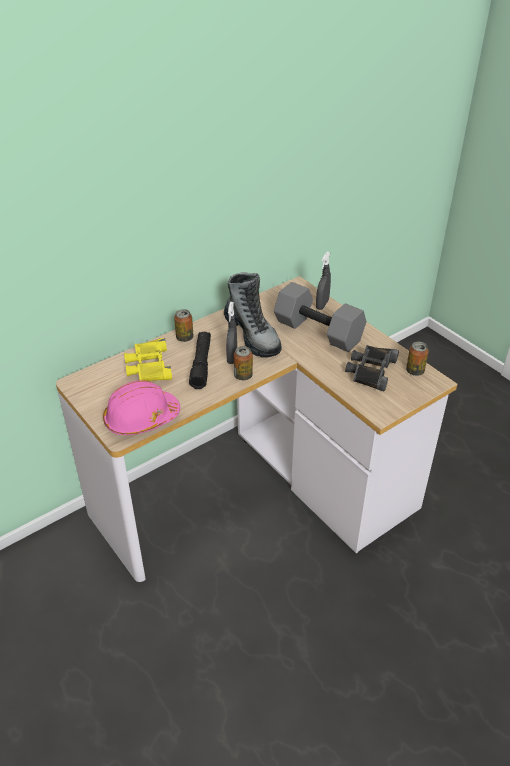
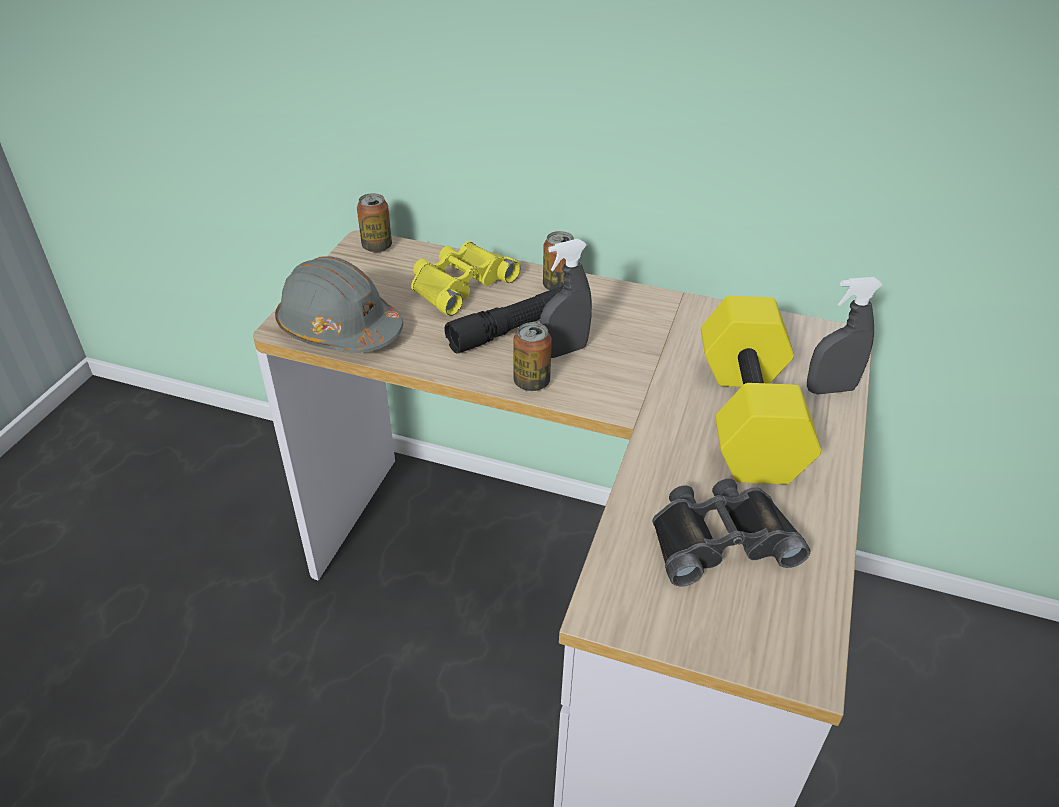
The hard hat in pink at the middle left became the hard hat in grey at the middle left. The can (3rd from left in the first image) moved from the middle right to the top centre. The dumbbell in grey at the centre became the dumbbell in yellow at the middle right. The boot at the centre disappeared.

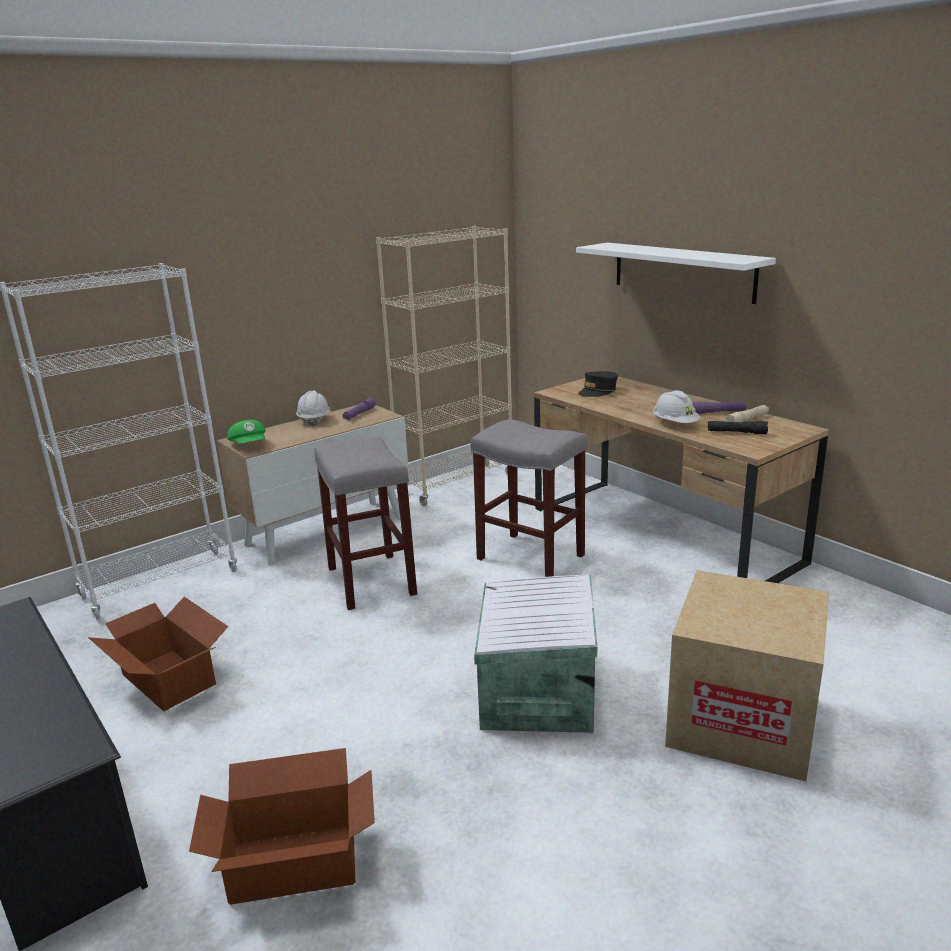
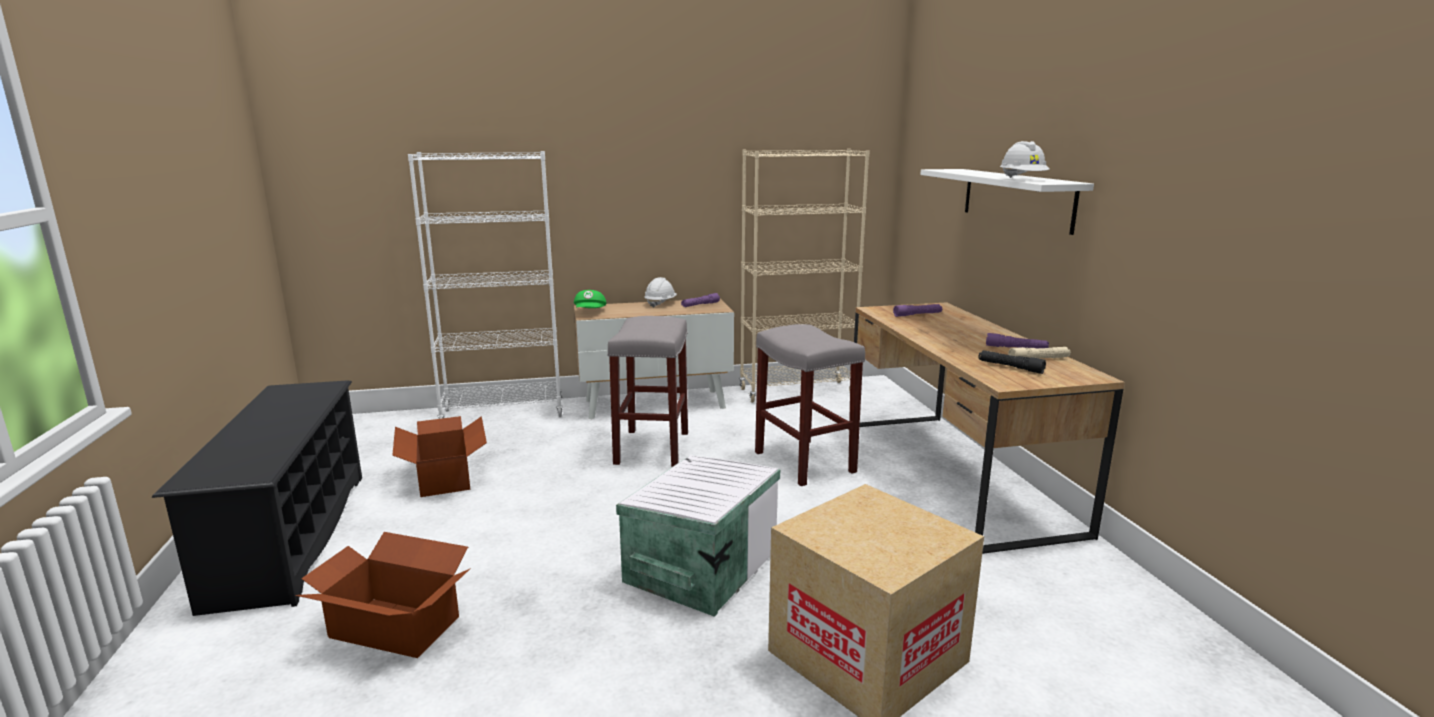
The cap in black at the centre was replaced by the flashlight in purple (2nd from left) at the centre. The hard hat in white (2nd from left) moved from the middle right to the top right.

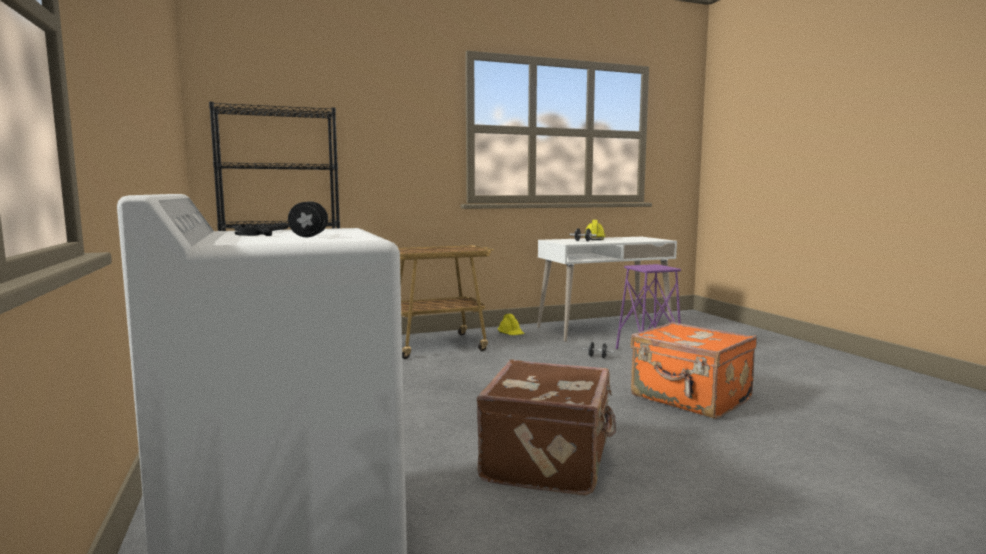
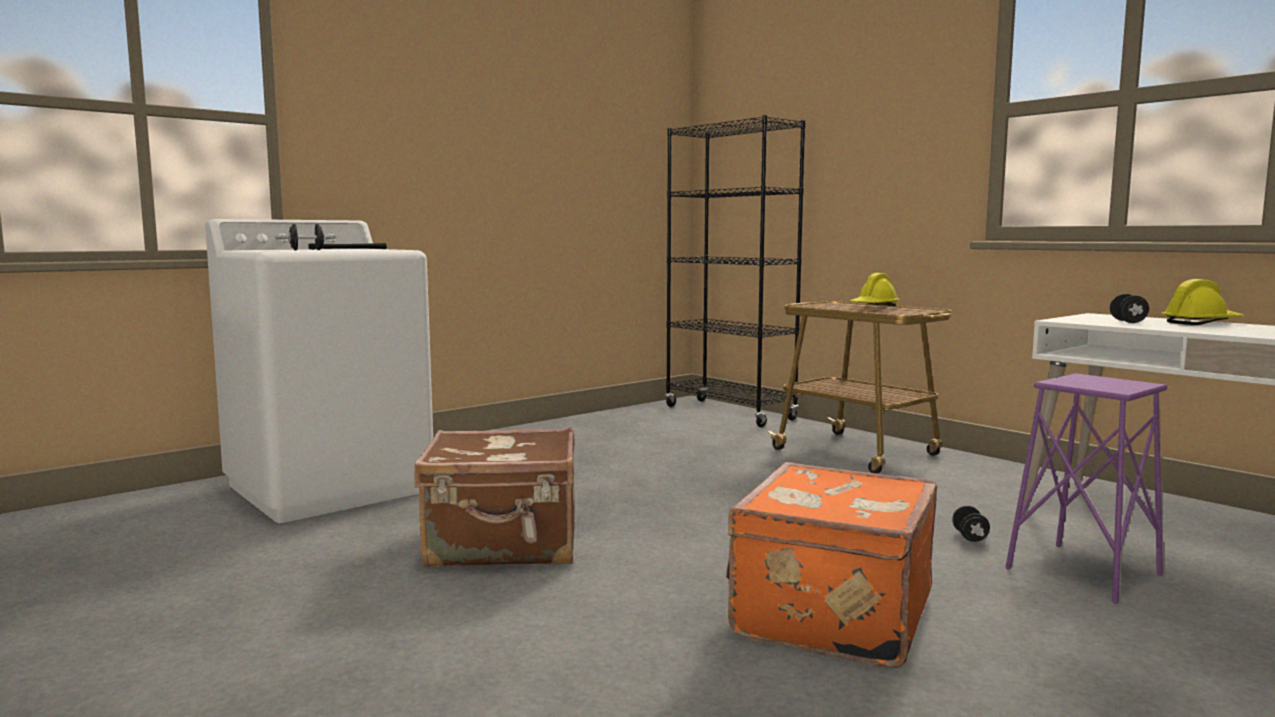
The hard hat in yellow (1st from left) moved from the centre to the middle right.

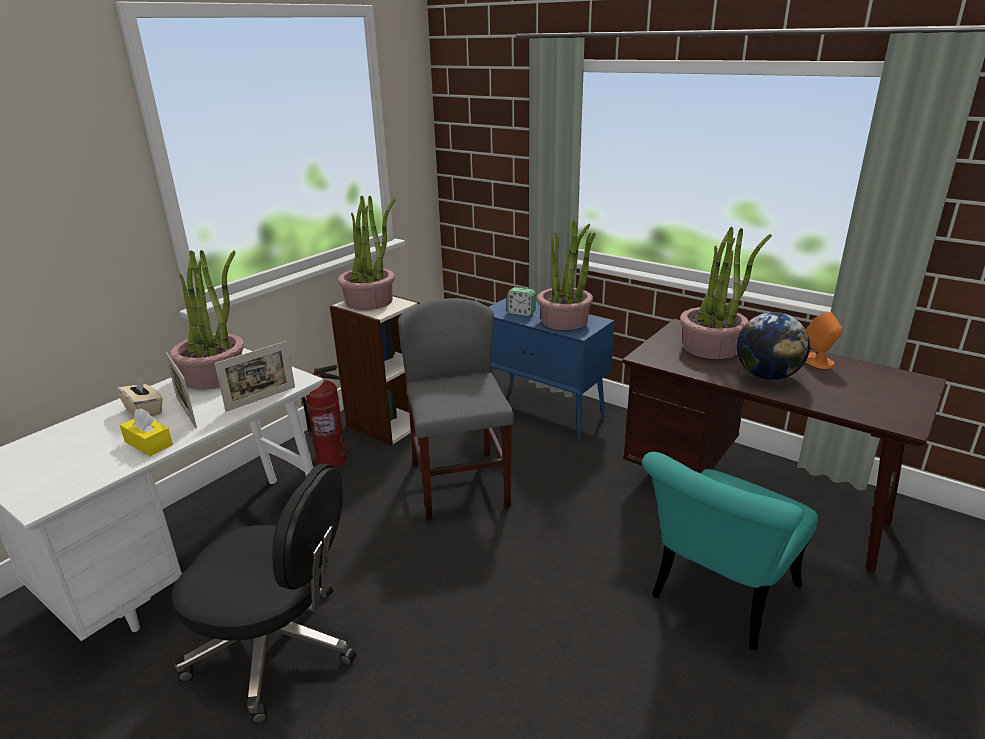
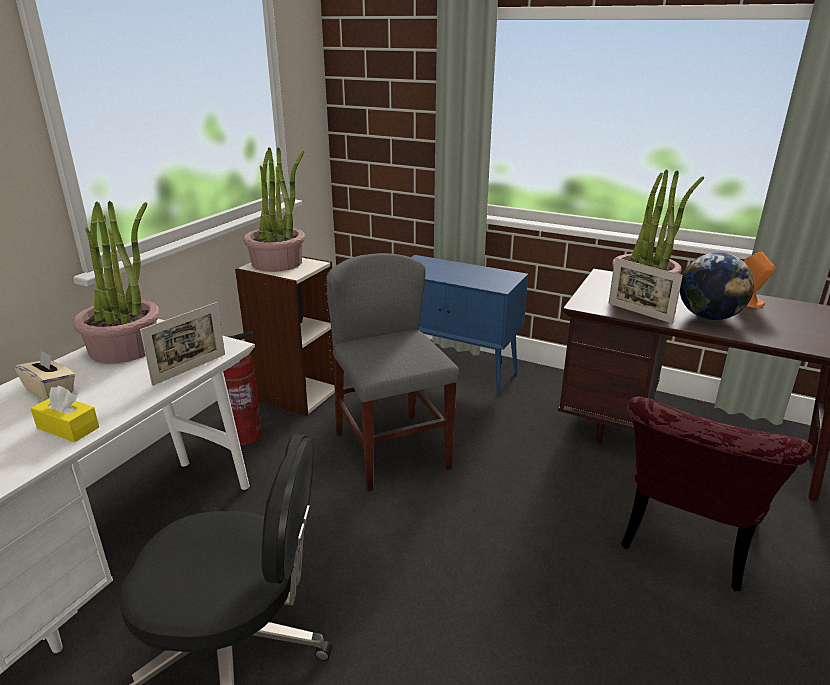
The picture frame (1st from left in the first image) moved from the middle left to the middle right. The chair in turquoise at the bottom right became the chair in red at the bottom right. The alarm clock at the centre disappeared. The potted plant (3rd from left) at the centre disappeared.

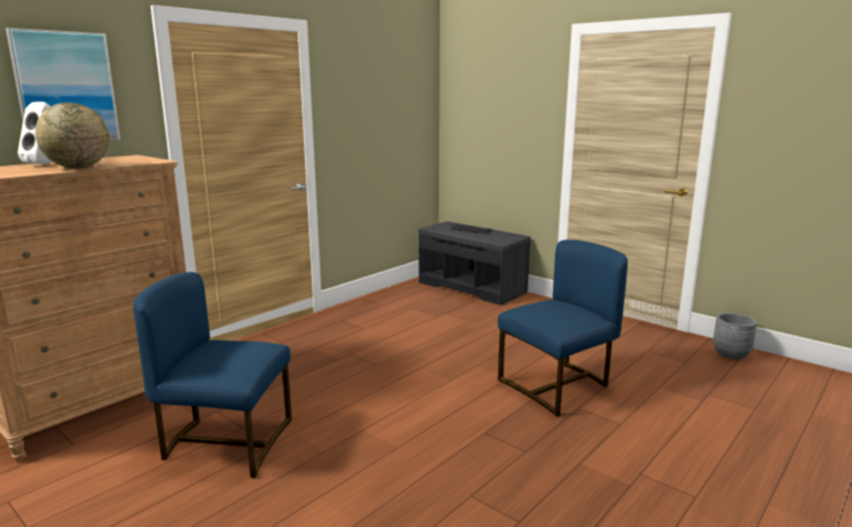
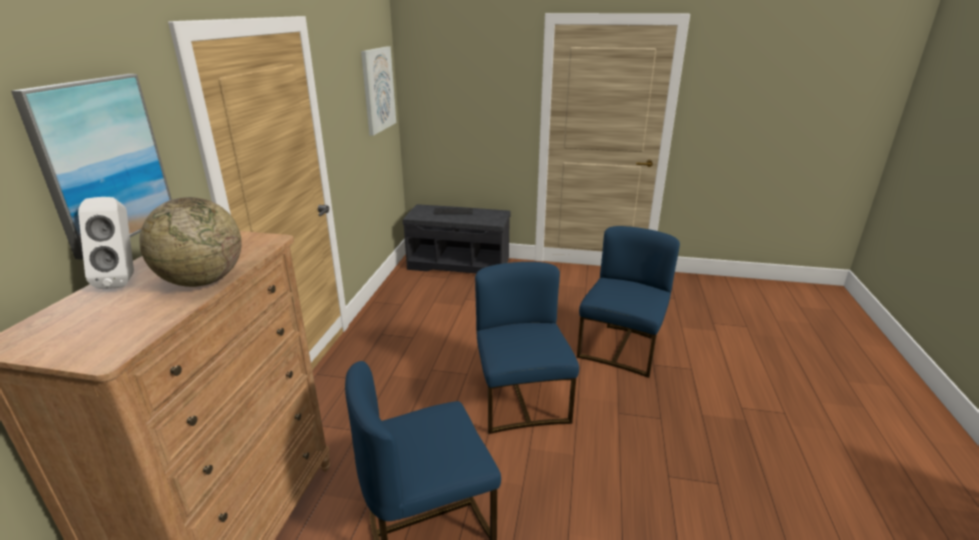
The picture (2nd from left) at the top centre appeared. The chair in blue (2nd from left) at the centre appeared. The planter in grey at the middle right disappeared.

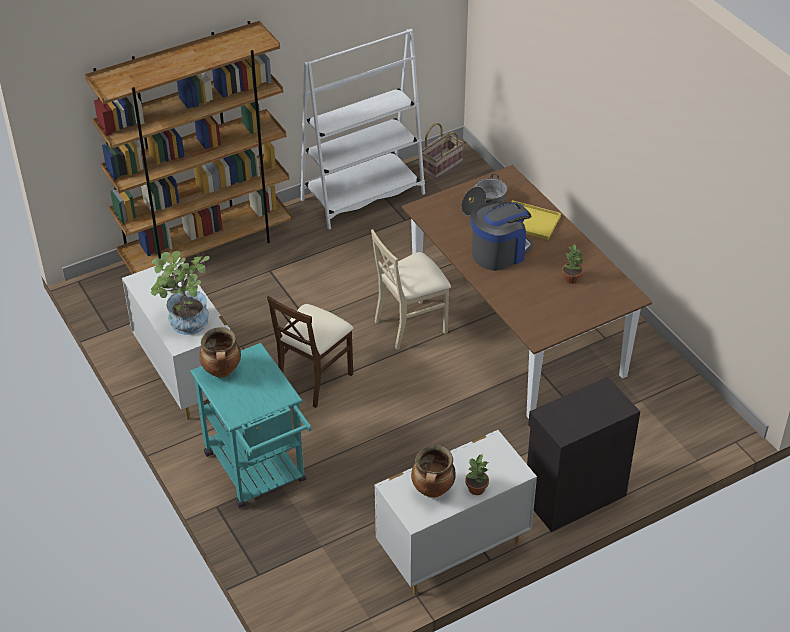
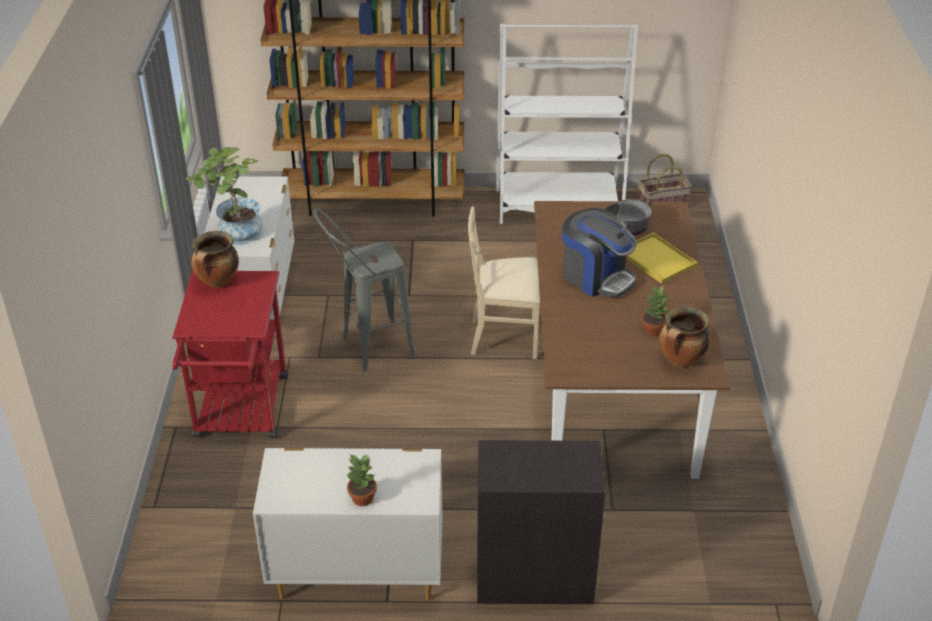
The cart in turquoise at the bottom left became the cart in red at the middle left. The chair in beige (1st from left) at the centre was replaced by the stool in grey at the centre. The coffee machine at the centre turned 45 degrees clockwise. The cooking pot (2nd from left in the first image) moved from the bottom centre to the middle right.

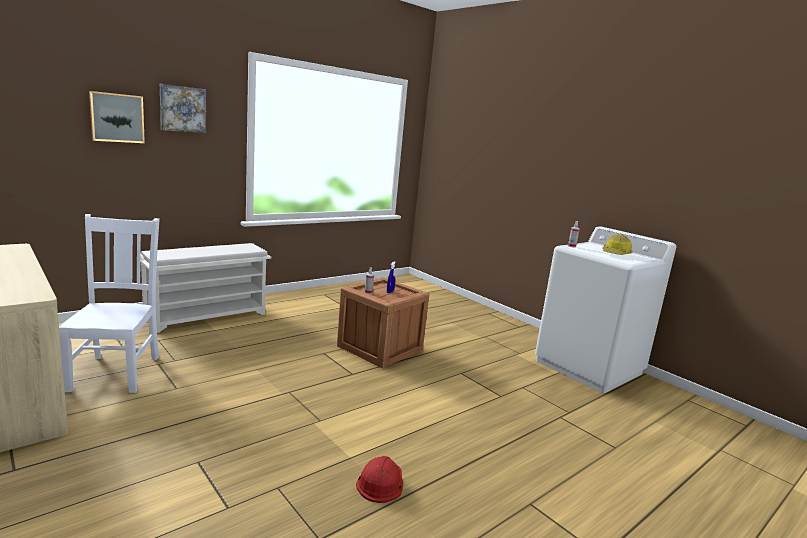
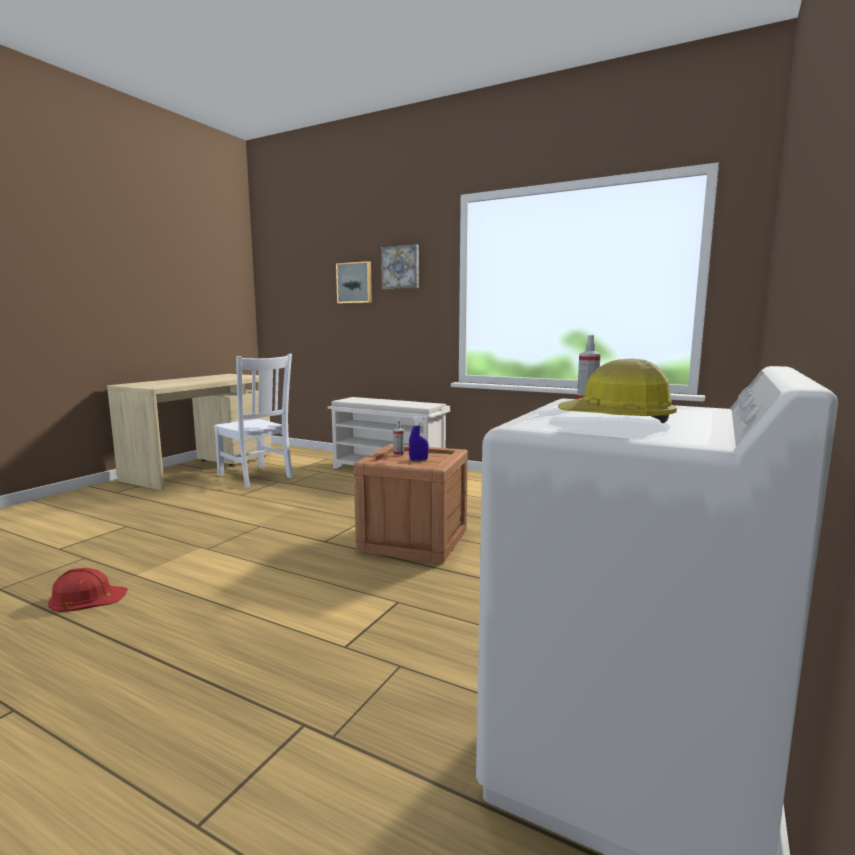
The chair in white at the middle left turned 75 degrees clockwise.

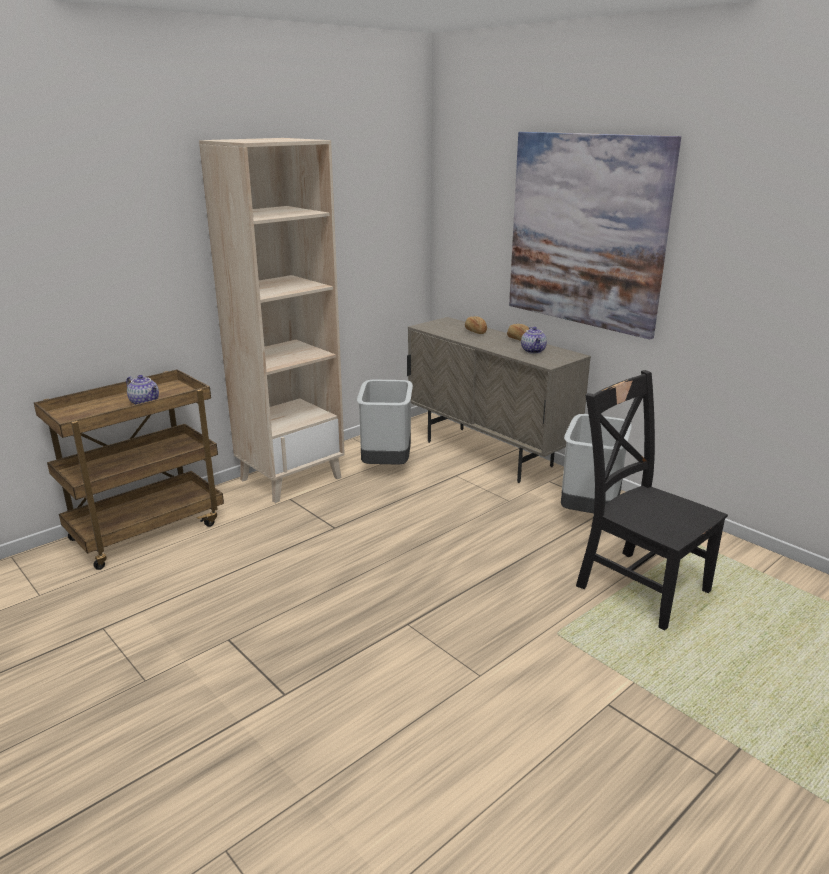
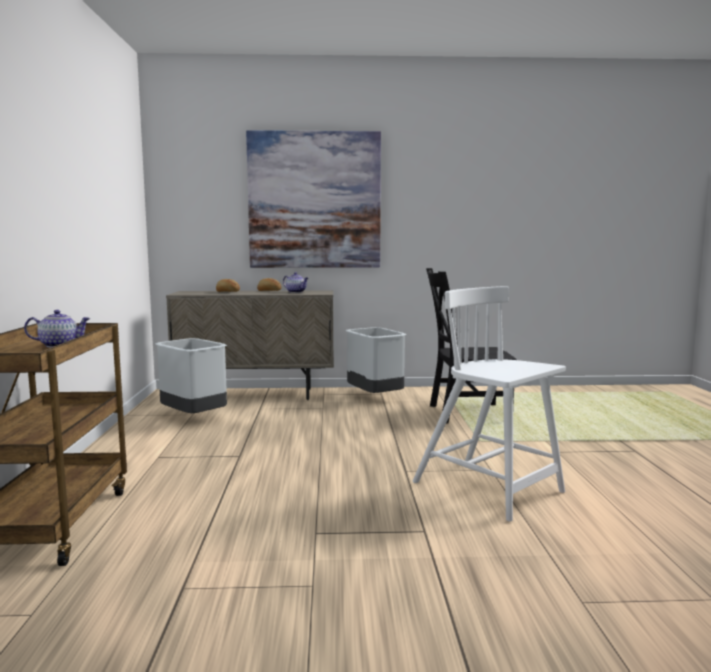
The chair in white at the middle right appeared. The bookcase in beige at the middle left disappeared.

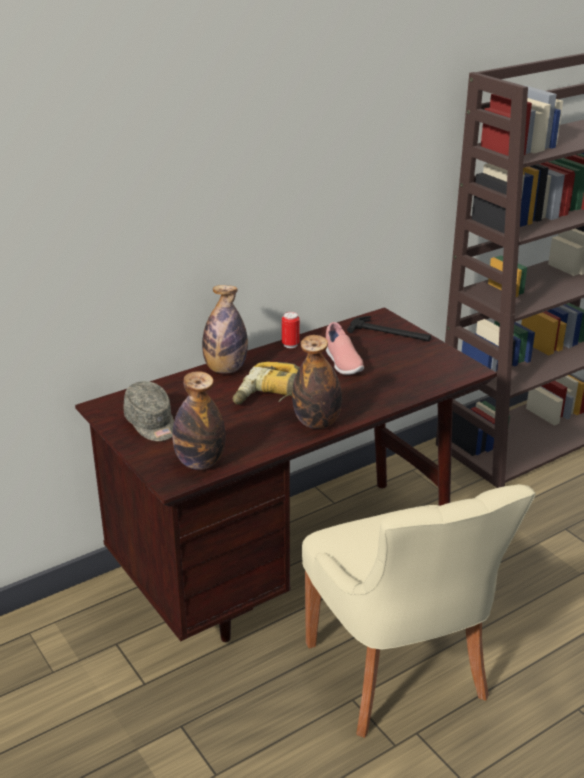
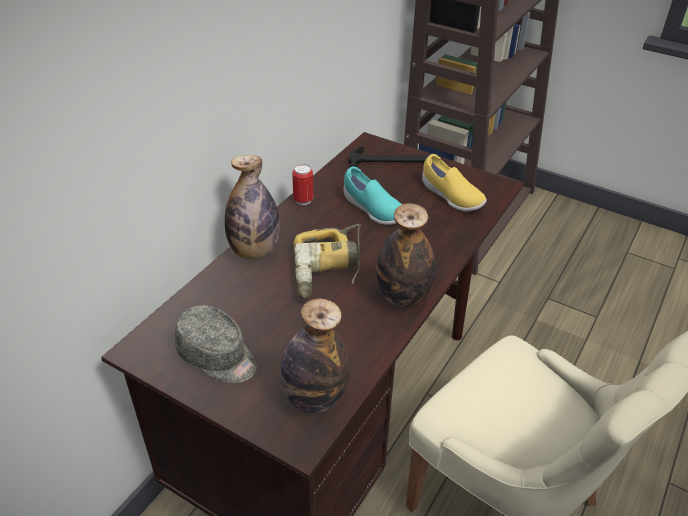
The shoe in pink at the centre became the shoe in turquoise at the centre. The shoe in yellow at the centre appeared.

